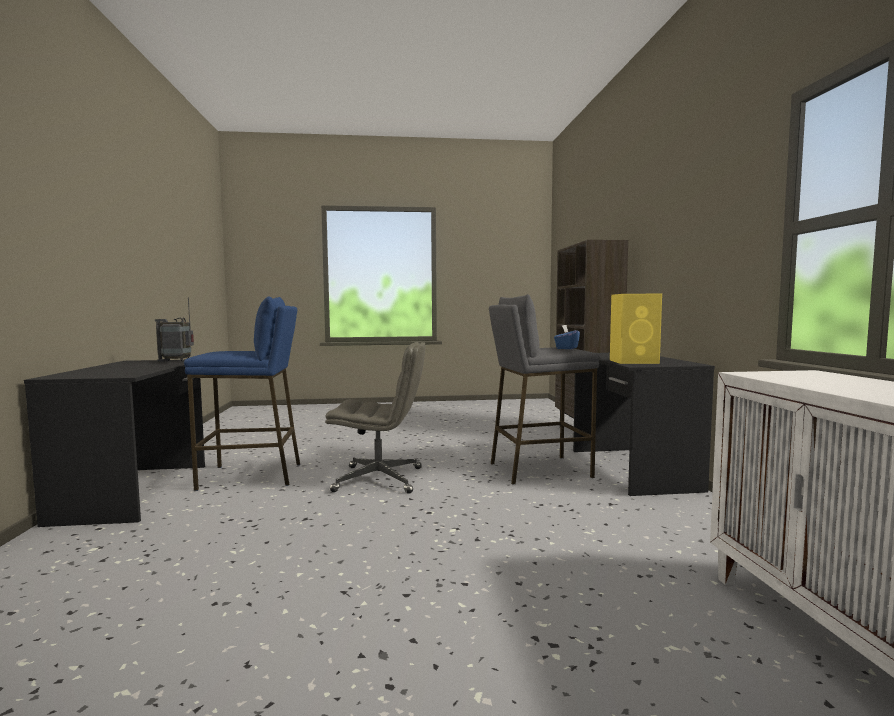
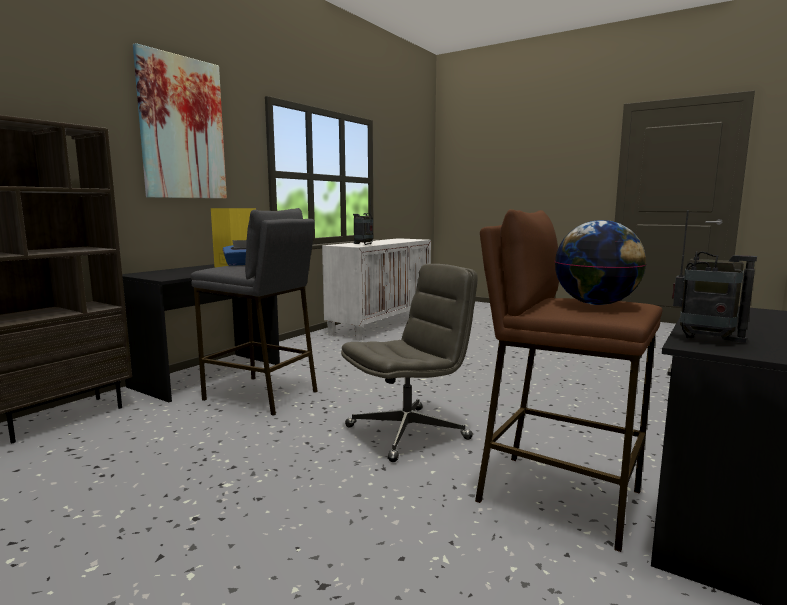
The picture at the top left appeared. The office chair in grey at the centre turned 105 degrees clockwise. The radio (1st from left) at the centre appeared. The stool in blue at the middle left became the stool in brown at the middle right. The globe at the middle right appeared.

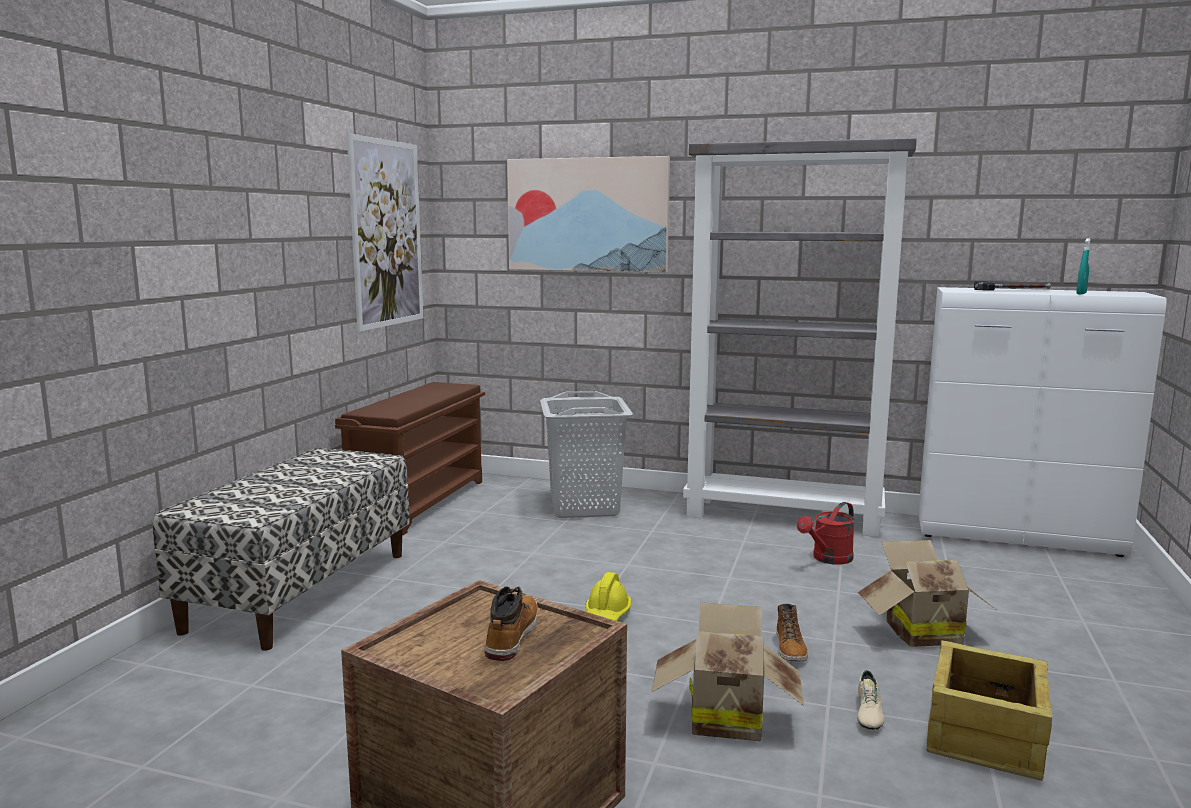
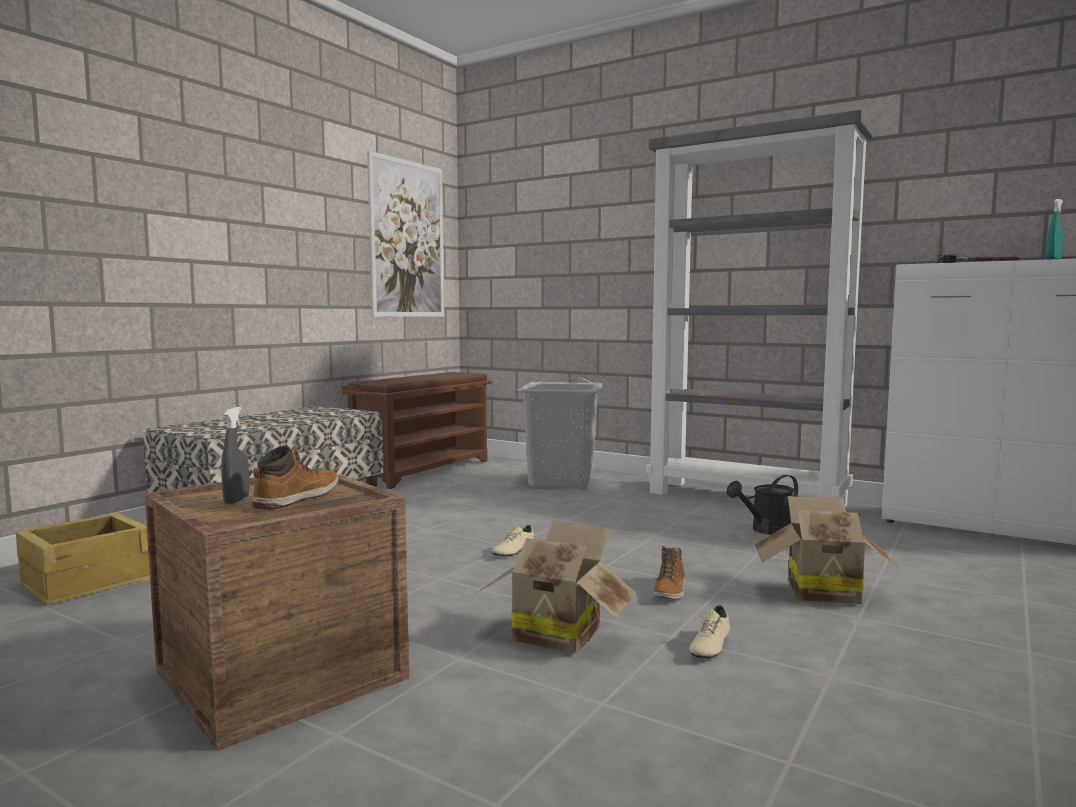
The crate (2nd from left in the first image) moved from the bottom right to the bottom left. The spray bottle in grey at the middle left appeared. The hard hat in yellow at the bottom centre was replaced by the shoe in beige (1st from left) at the bottom centre. The watering can in red at the middle right became the watering can in black at the middle right. The picture (2nd from left) at the top centre disappeared.

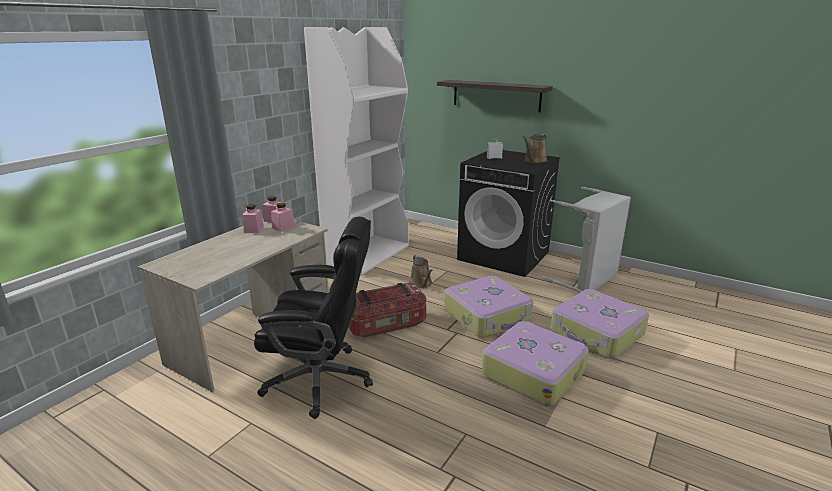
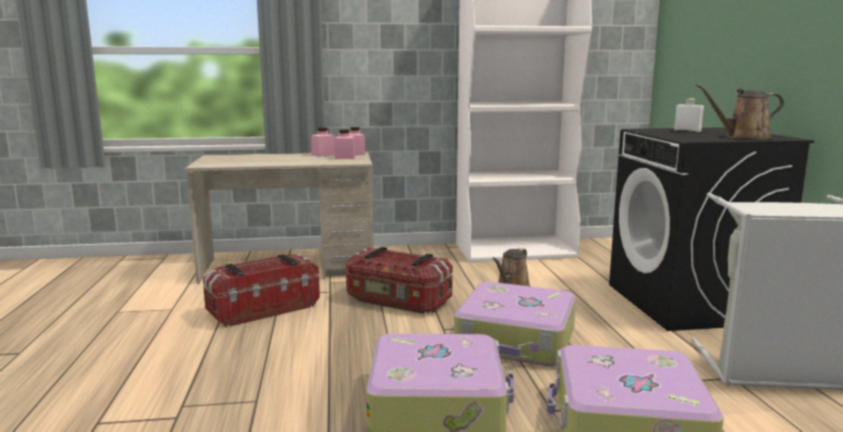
The office chair in black at the centre was replaced by the storage box (1st from left) at the bottom left. The shelf at the top centre disappeared.

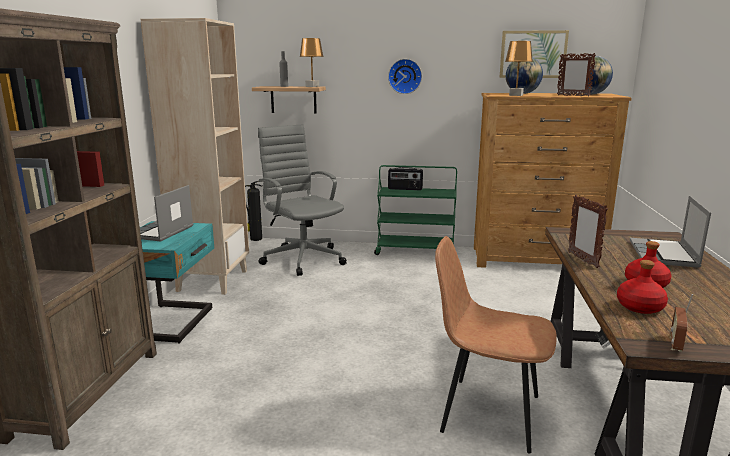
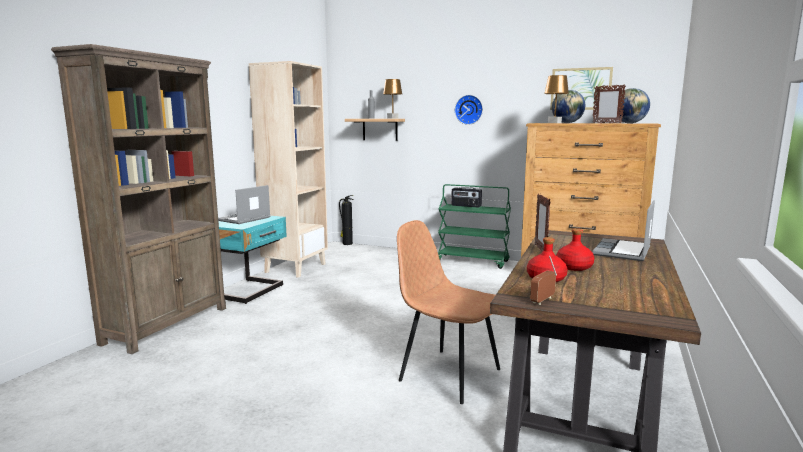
The office chair in grey at the centre disappeared.

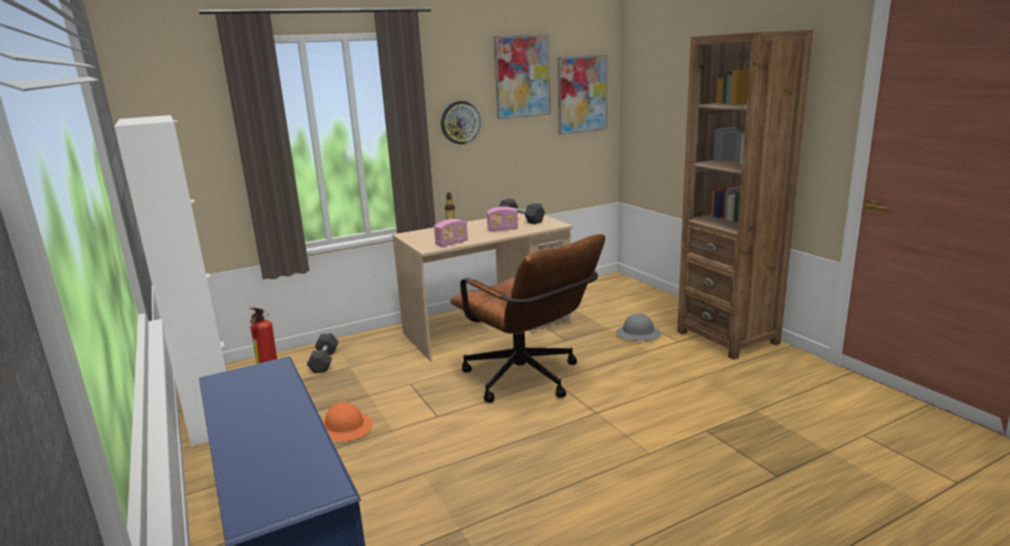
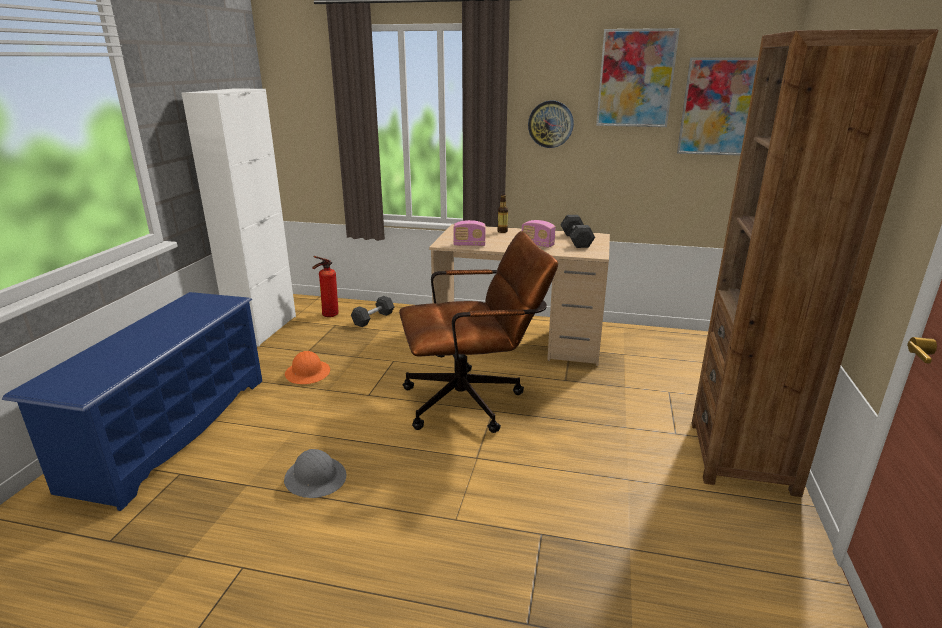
The hard hat in grey moved from the centre to the bottom centre. The office chair in brown at the centre turned 105 degrees counterclockwise.

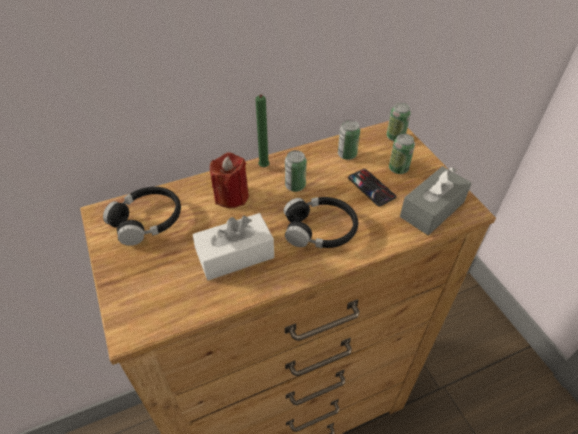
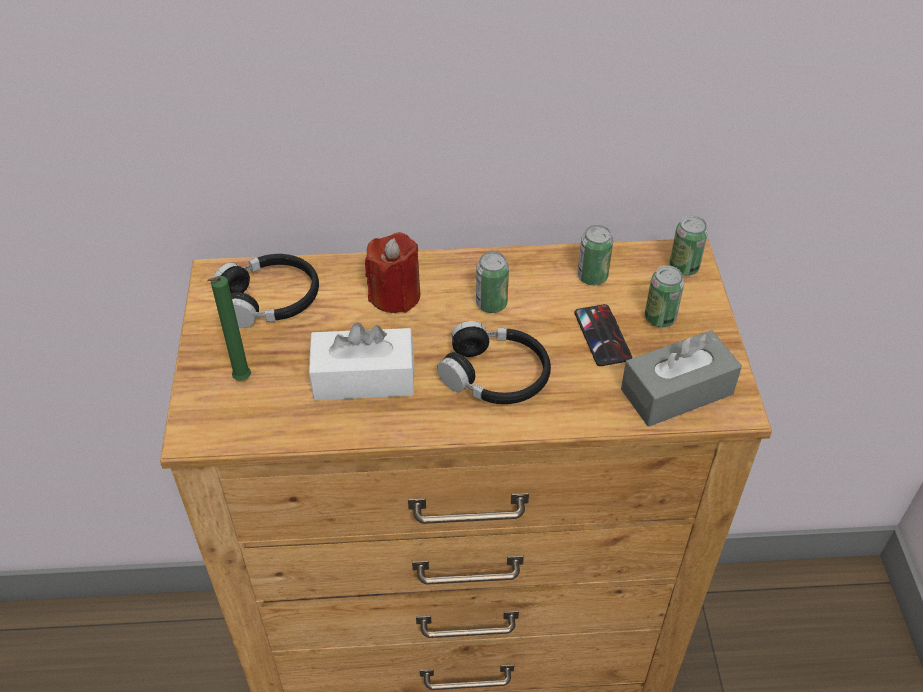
The candle in green moved from the top centre to the middle left.

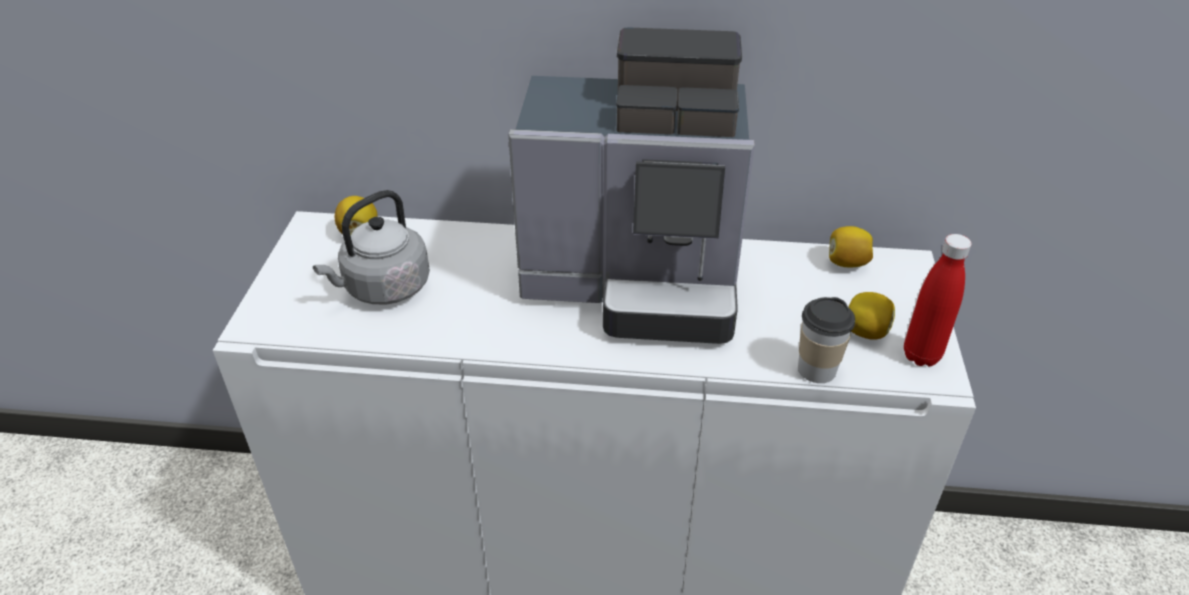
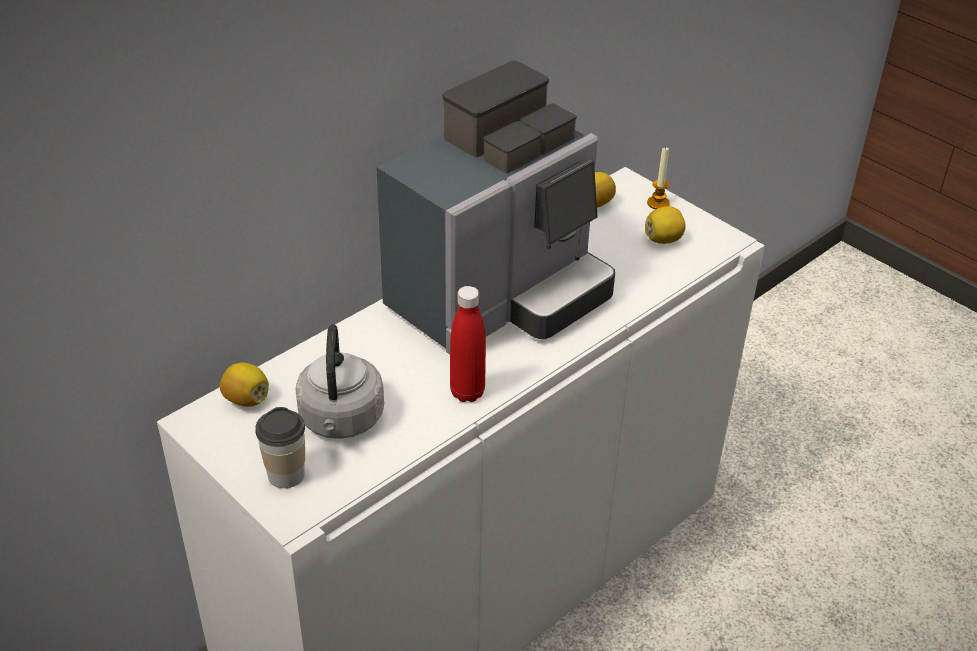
The cup moved from the middle right to the bottom left. The bottle in red moved from the middle right to the centre. The candle at the top right appeared.

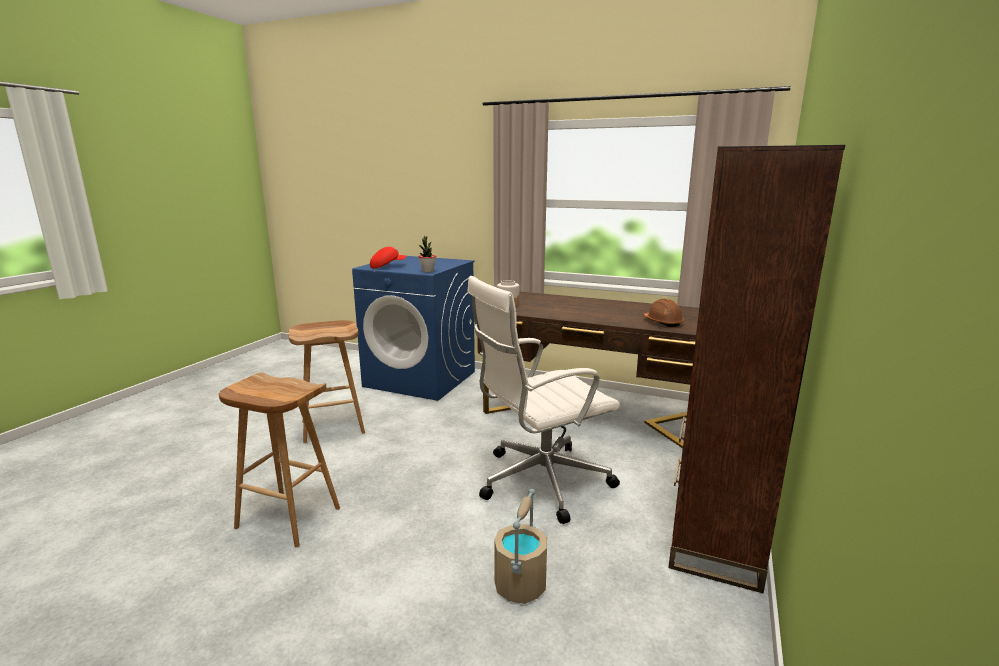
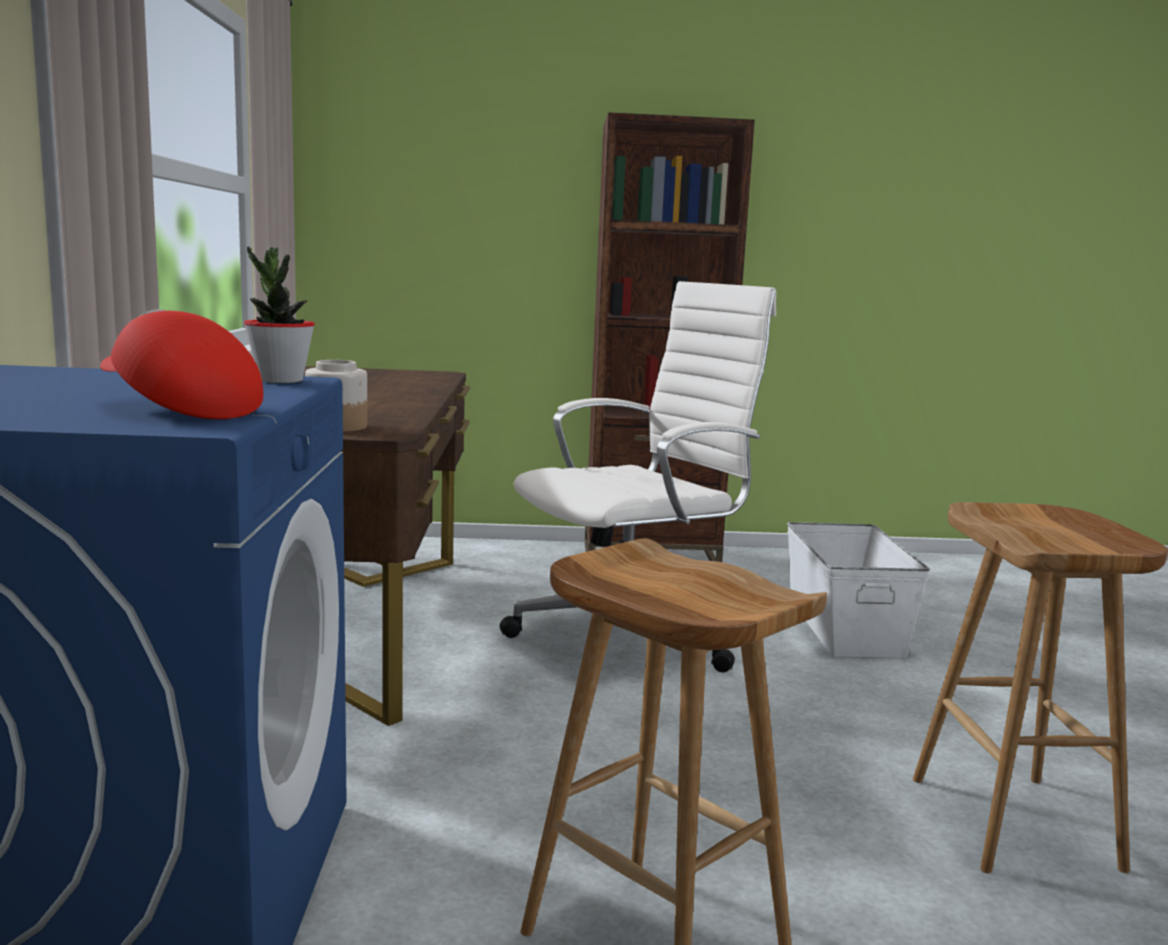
The office chair in white at the centre turned 75 degrees counterclockwise. The bucket in beige at the bottom centre was replaced by the storage box in white at the middle right. The hard hat in brown at the centre disappeared.

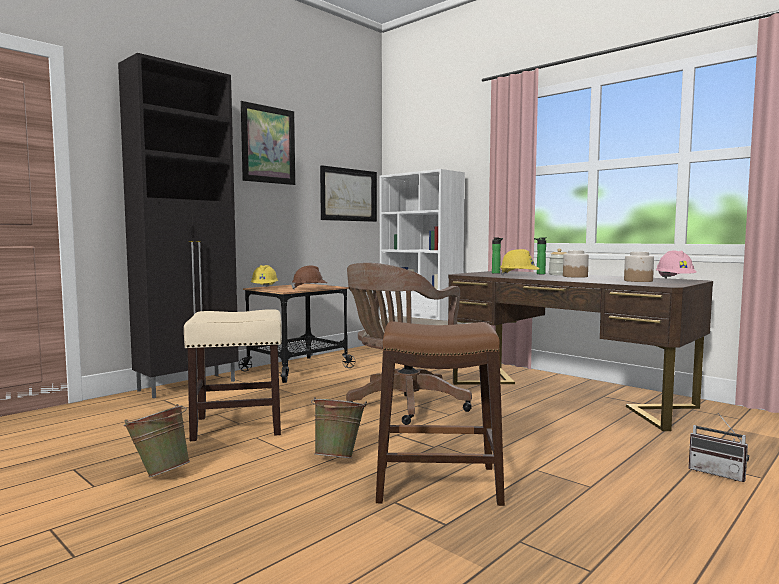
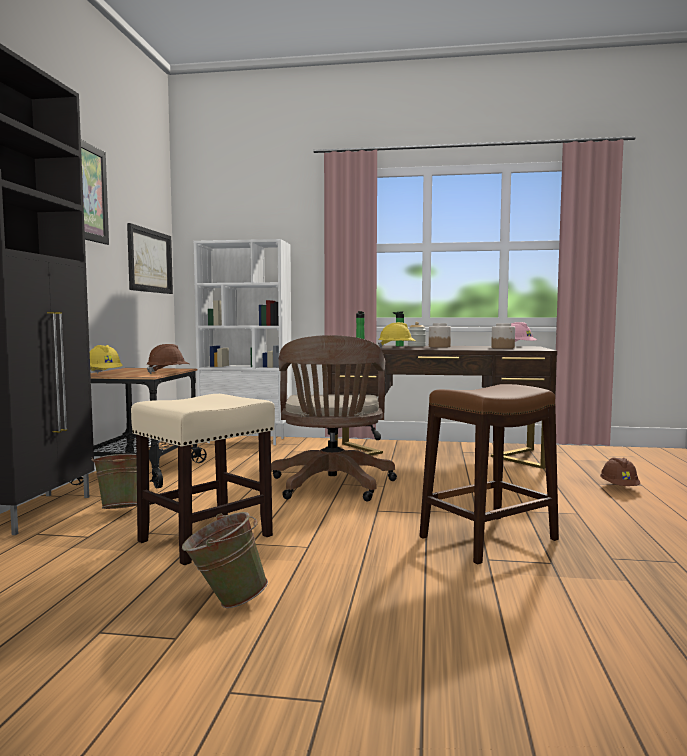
The bucket in green (2nd from left in the first image) moved from the bottom centre to the middle left. The radio at the bottom right was replaced by the hard hat in brown (2nd from left) at the middle right.

